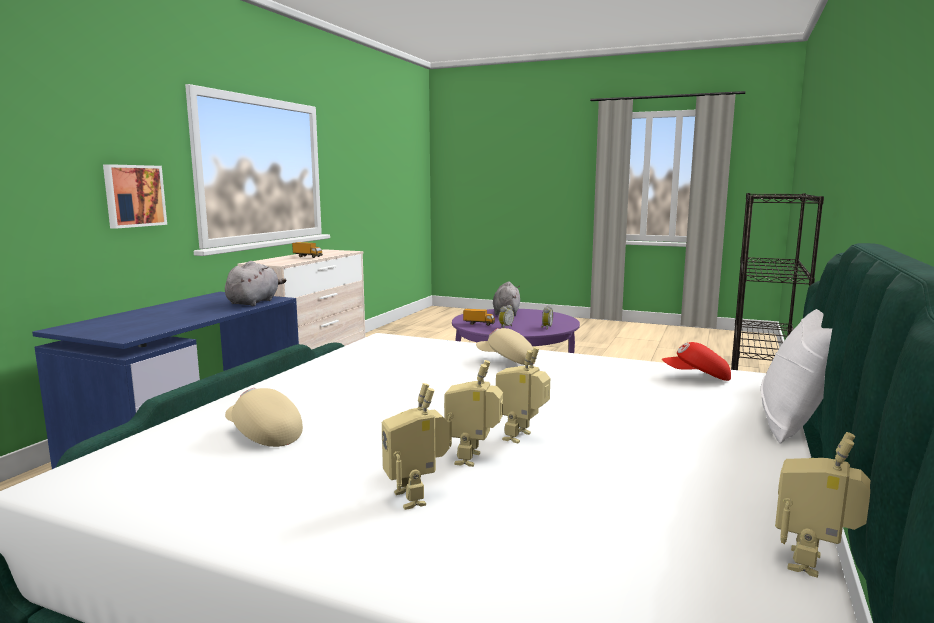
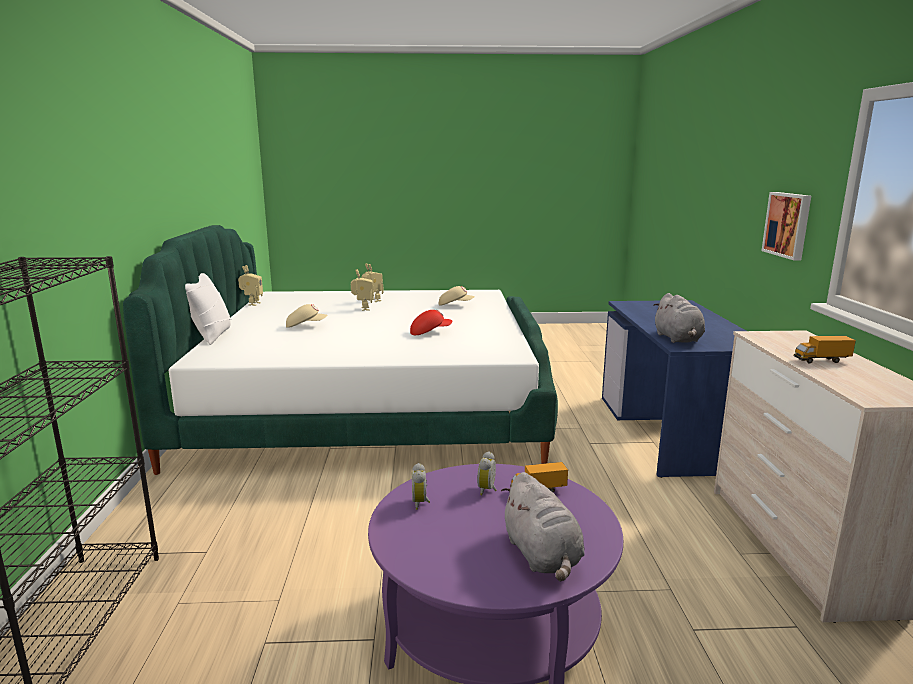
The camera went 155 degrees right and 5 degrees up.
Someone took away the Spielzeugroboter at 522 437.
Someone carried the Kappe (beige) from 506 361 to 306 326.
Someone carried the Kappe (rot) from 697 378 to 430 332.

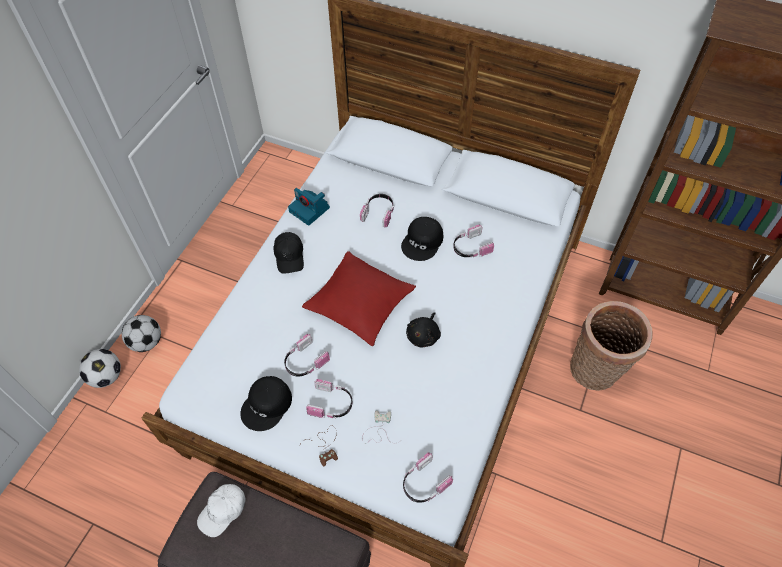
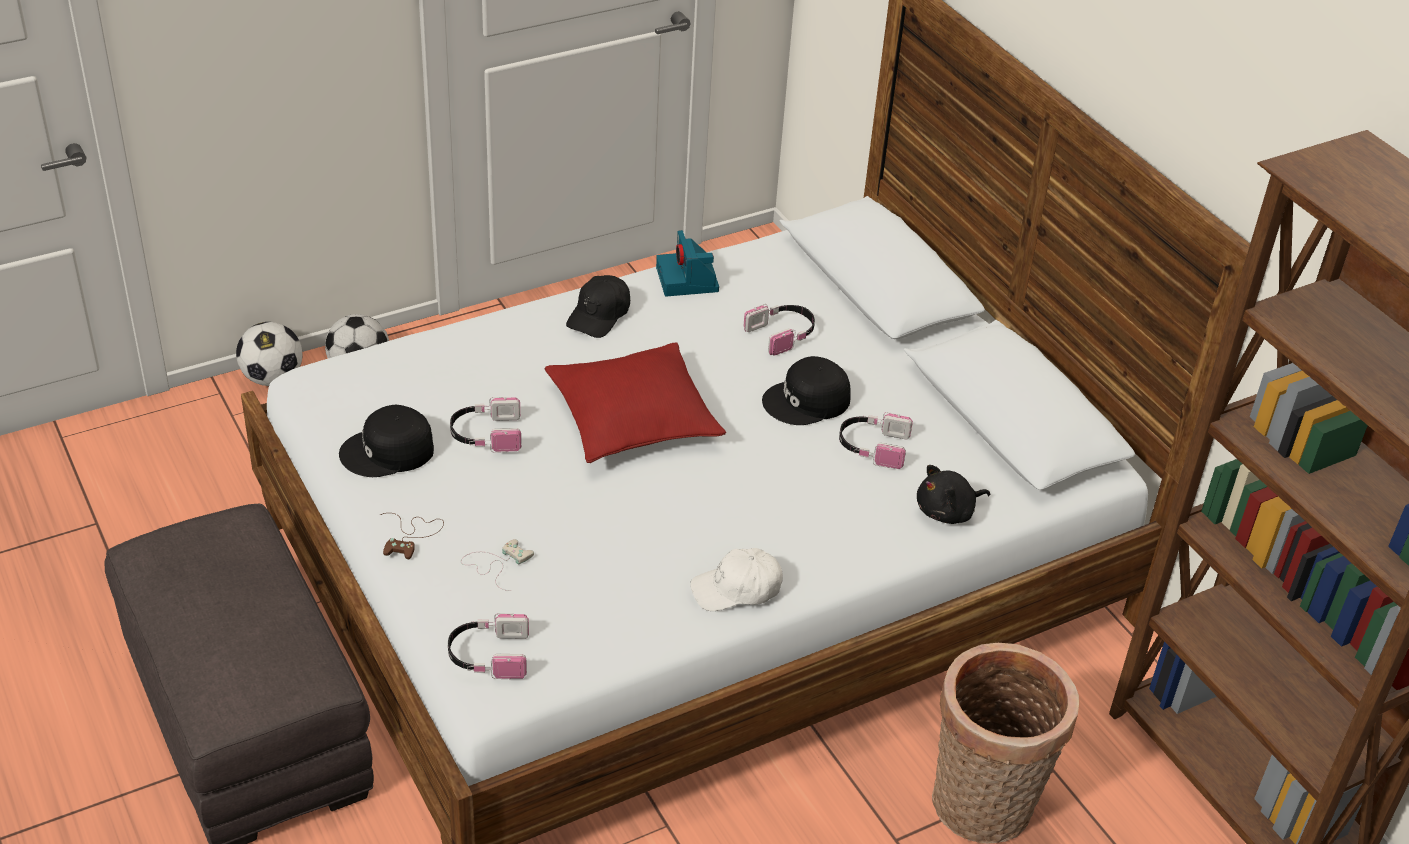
The camera went 35 degrees right and 15 degrees down.
Someone took away the Kopfhörer at 331 404.
Someone carried the Kappe (weiß) from 223 511 to 737 589.
Someone carried the Plüschtier (schwarz) from 424 335 to 948 512.

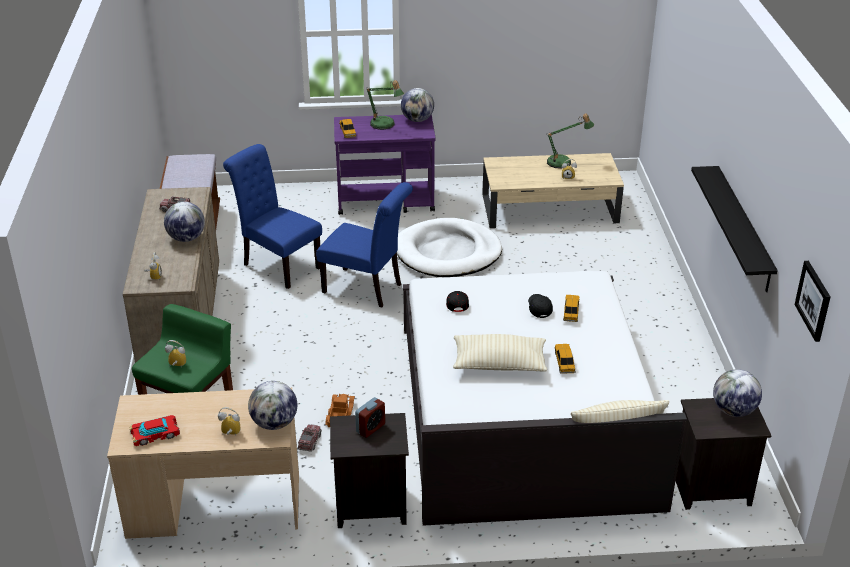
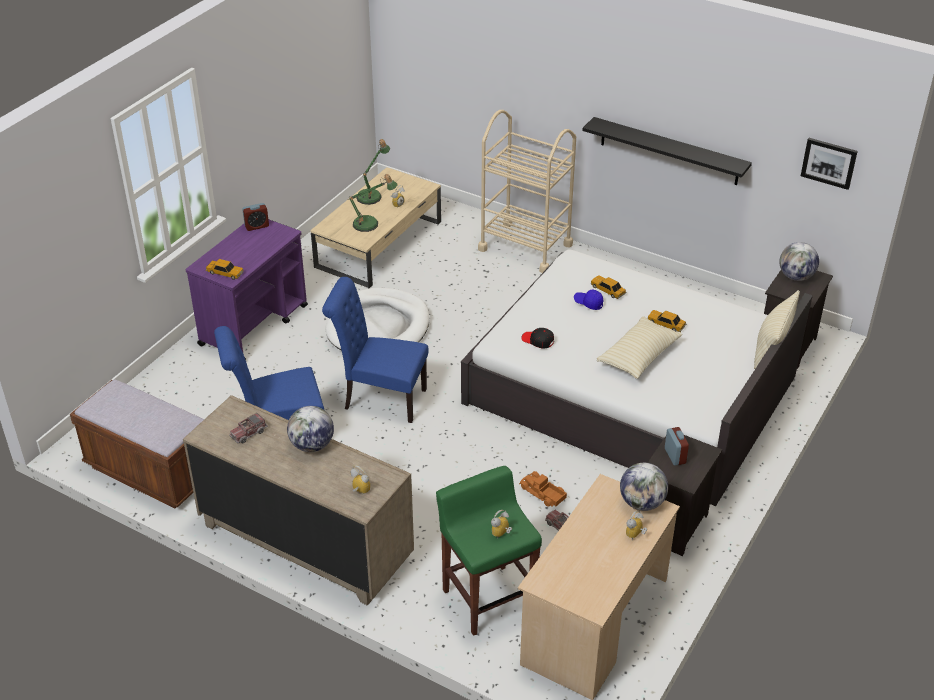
The camera went 55 degrees left and 5 degrees up.
Someone took away the Spielzeugauto at 155 434.
Someone put down the Rollwagen (beige) at 525 247.
Someone carried the Tischlampe from 385 125 to 370 224.
Someone swapped the Globus at 417 120 for the Wecker at 256 226.
Someone repainted the Kappe (schwarz) at 539 309, which became the Kappe (blau) at 588 303.
Someone rotated the Stuhl (blau) at 367 289 by 135 degrees counterclockwise.

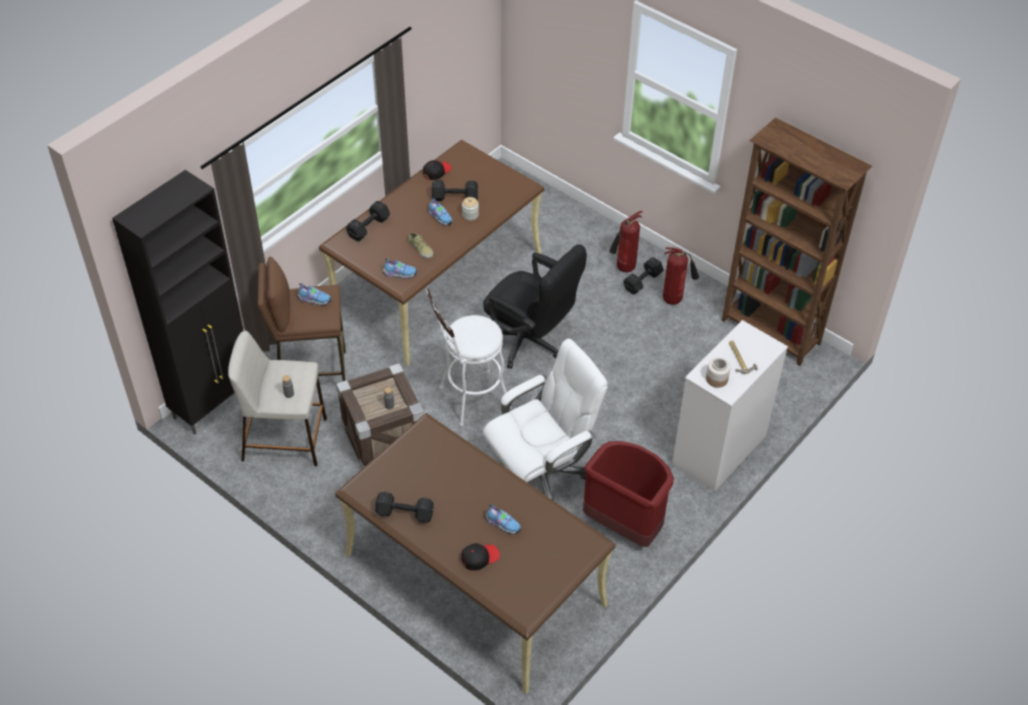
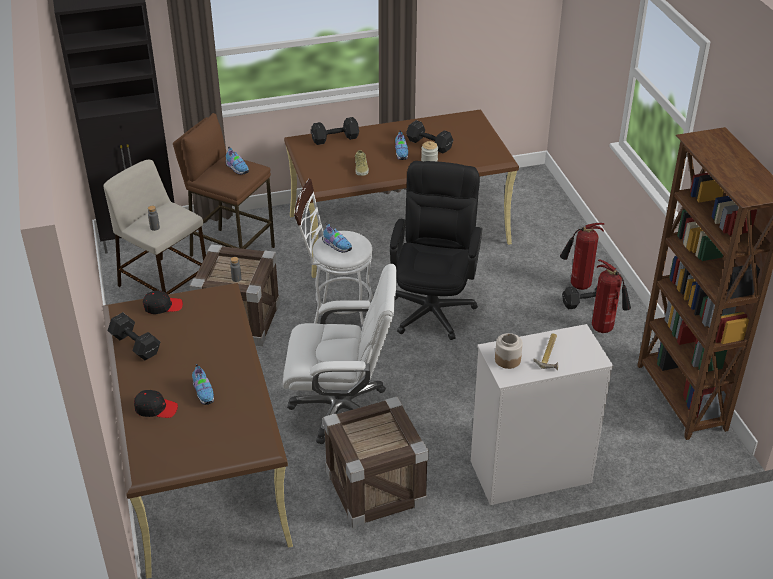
The camera went 35 degrees right and 10 degrees down.
Someone carried the Schuh from 399 274 to 336 245.
Someone carried the Kappe (schwarz) from 436 171 to 163 306.
Someone swapped the Mülleimer (rot) at 624 524 for the Kiste at 375 487.
Someone rotated the Bürostuhl (schwarz) at 529 342 by 150 degrees counterclockwise.

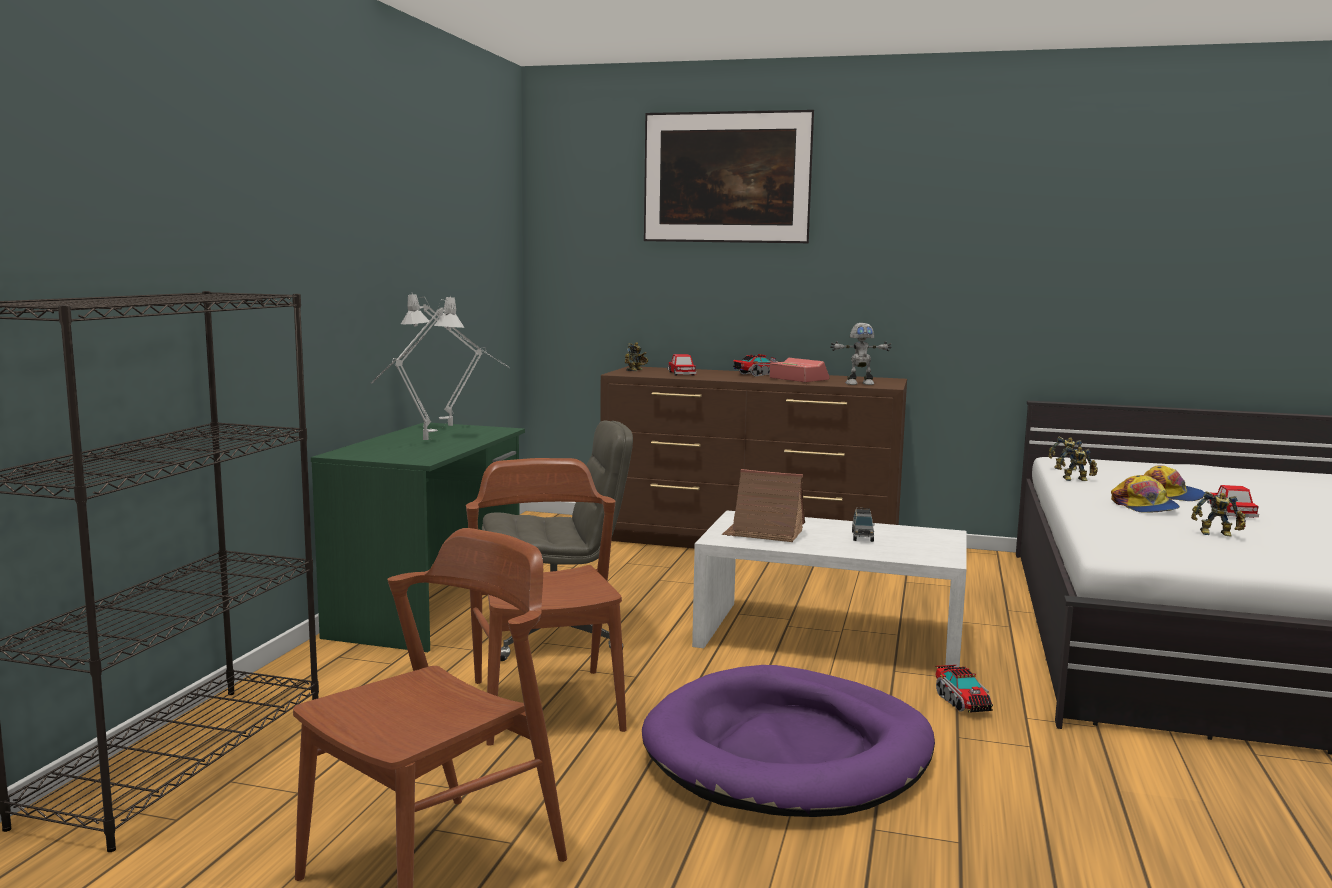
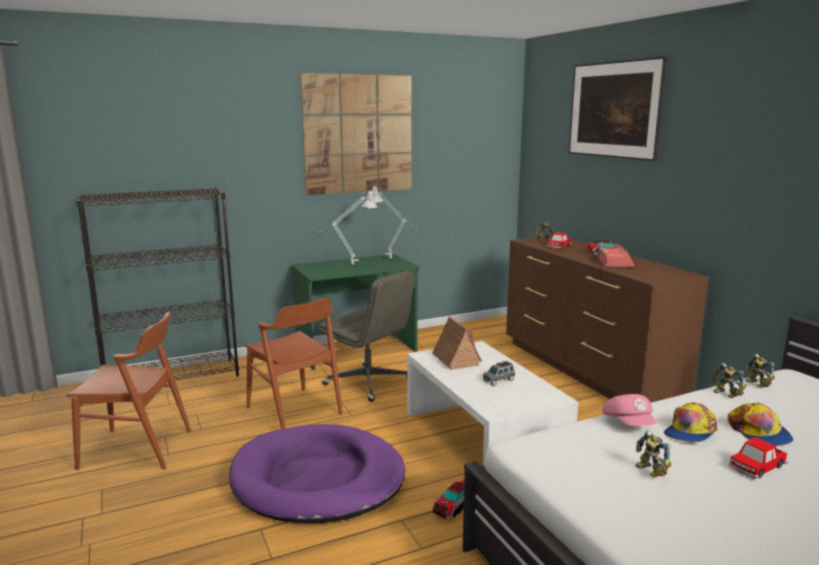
The camera went 50 degrees right and 5 degrees up.
Someone took away the Spielzeugroboter at 859 384.
Someone put up the Bild at 358 134.
Someone put down the Kappe (rosa) at 629 424.
Someone rotated the Stuhl (braun) at 546 705 by 105 degrees clockwise.

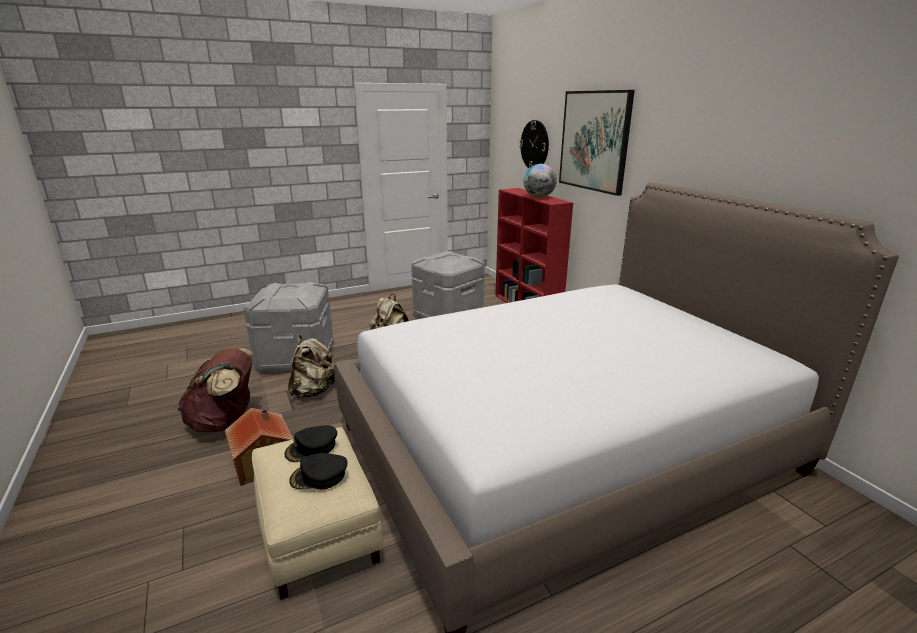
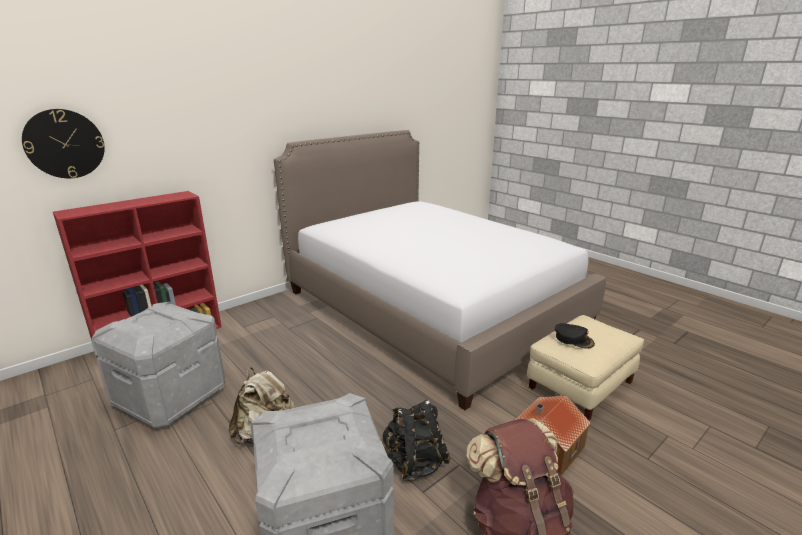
The camera went 105 degrees left and 0 degrees up.
Someone took away the Kappe (schwarz) at 319 476.
Someone took away the Globus at 538 197.
Someone took away the Bild at 594 141.
Someone repainted the Rucksack (beige) at 313 391, which became the Rucksack (schwarz) at 414 463.

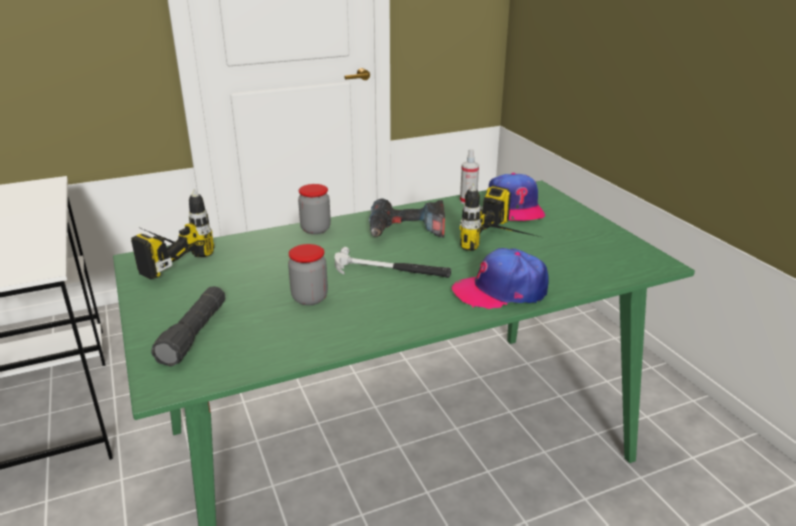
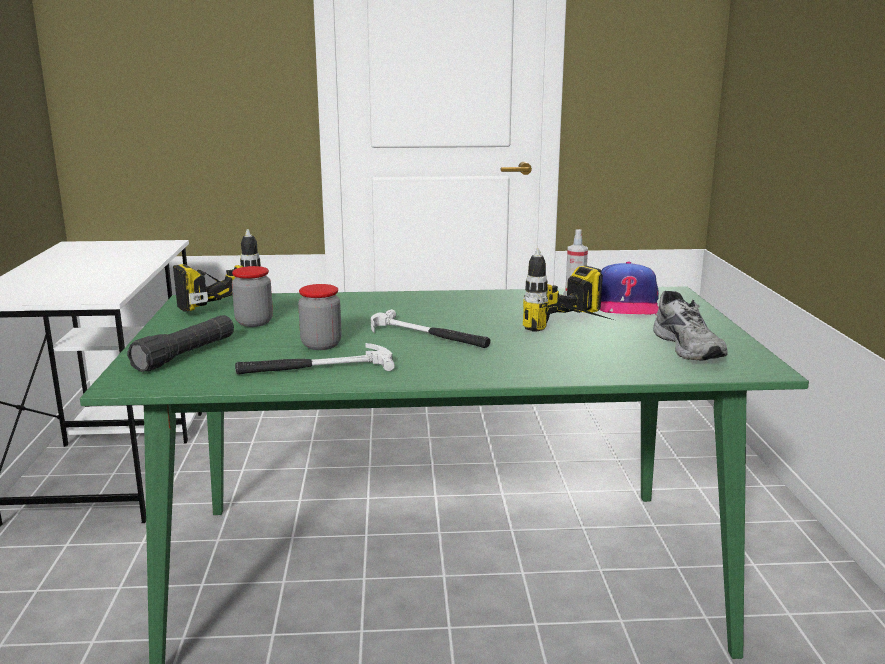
The camera went 20 degrees right and 10 degrees down.
Someone took away the Bohrmaschine at 406 231.
Someone took away the Kappe at 501 290.
Someone put down the Hammer at 315 368.
Someone put down the Schuh (grau) at 690 347.
Someone carried the Vorratsglas from 315 229 to 254 322.

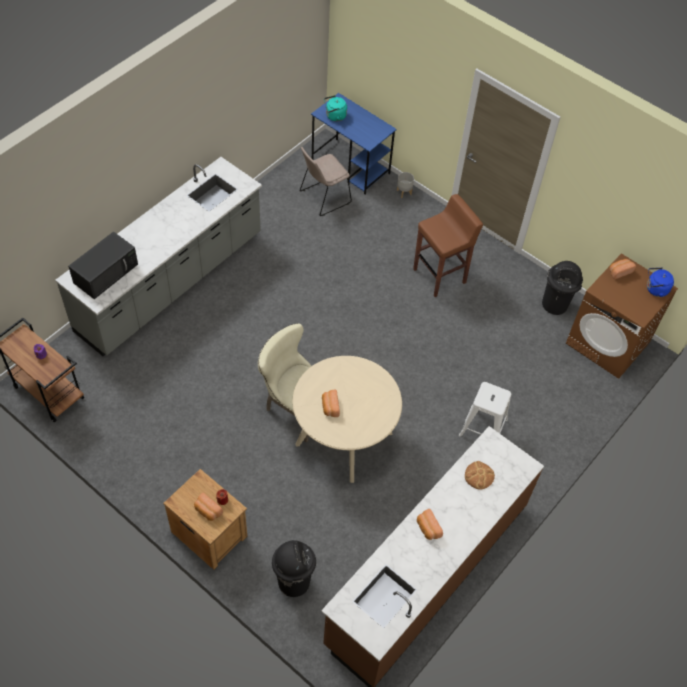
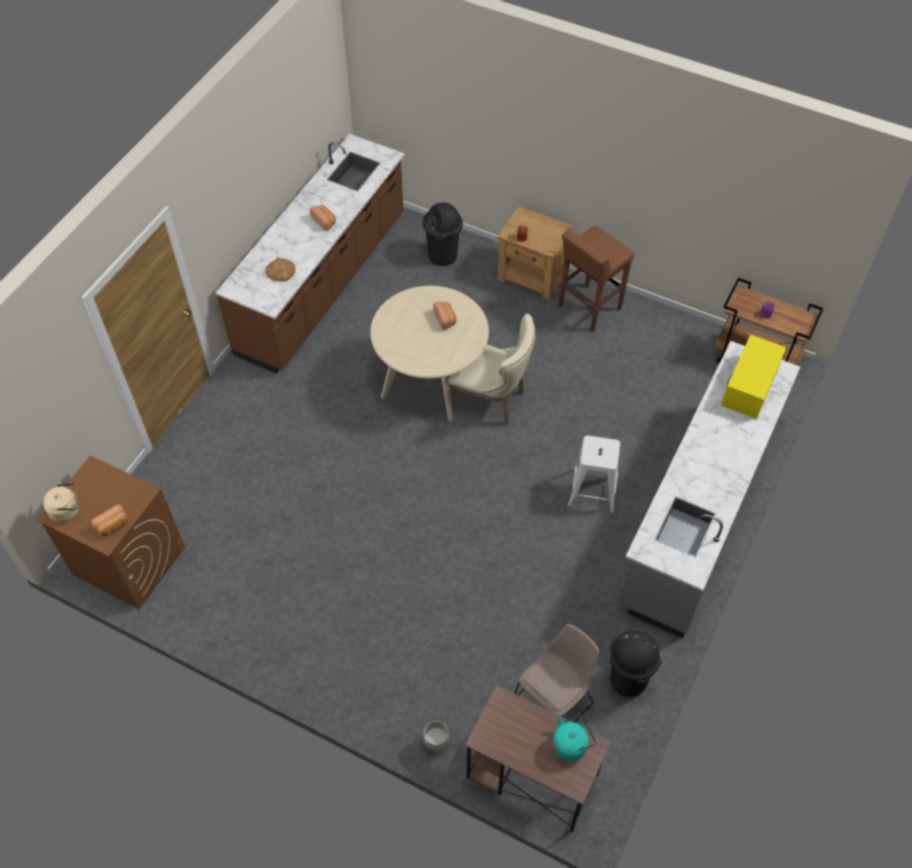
The camera went 170 degrees right and 0 degrees up.
Someone took away the Brot at 207 511.
Someone carried the Hocker (braun) from 440 276 to 588 308.
Someone carried the Hocker (weiß) from 483 428 to 593 490.
Someone carried the Mülleimer (schwarz) from 555 304 to 627 679.
Someone repainted the Mikrowelle (schwarz) at 106 272, which became the Mikrowelle (gelb) at 749 387.
Someone repainted the Schreibtisch (blau) at 351 166, which became the Schreibtisch (braun) at 531 776.
Someone repainted the Wasserkessel (blau) at 655 289, which became the Wasserkessel (beige) at 67 510.

